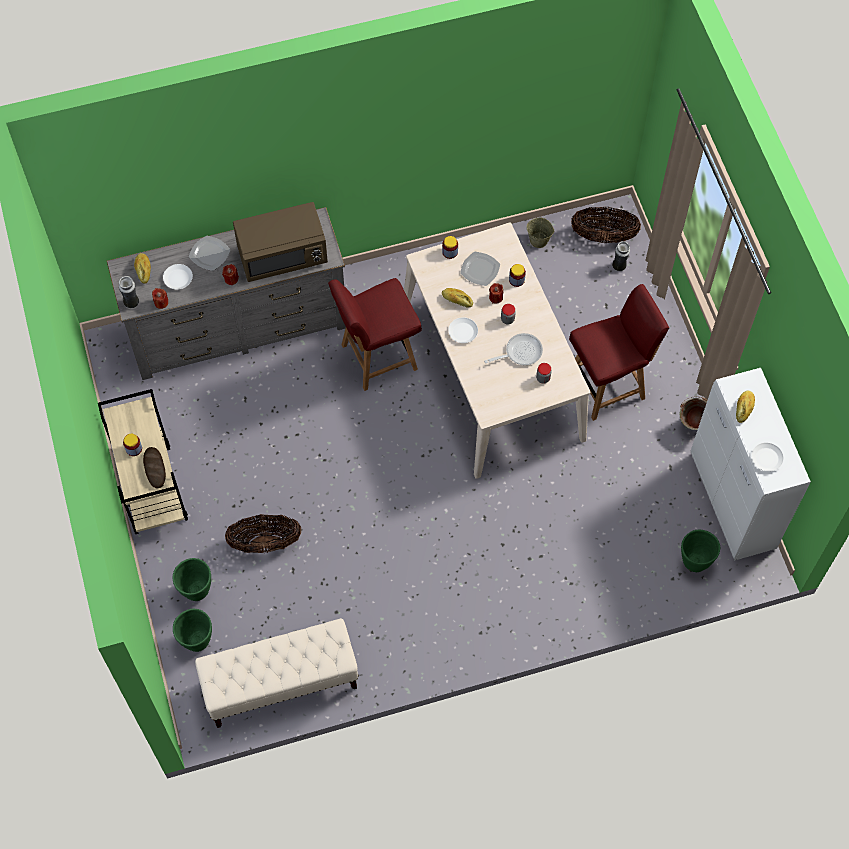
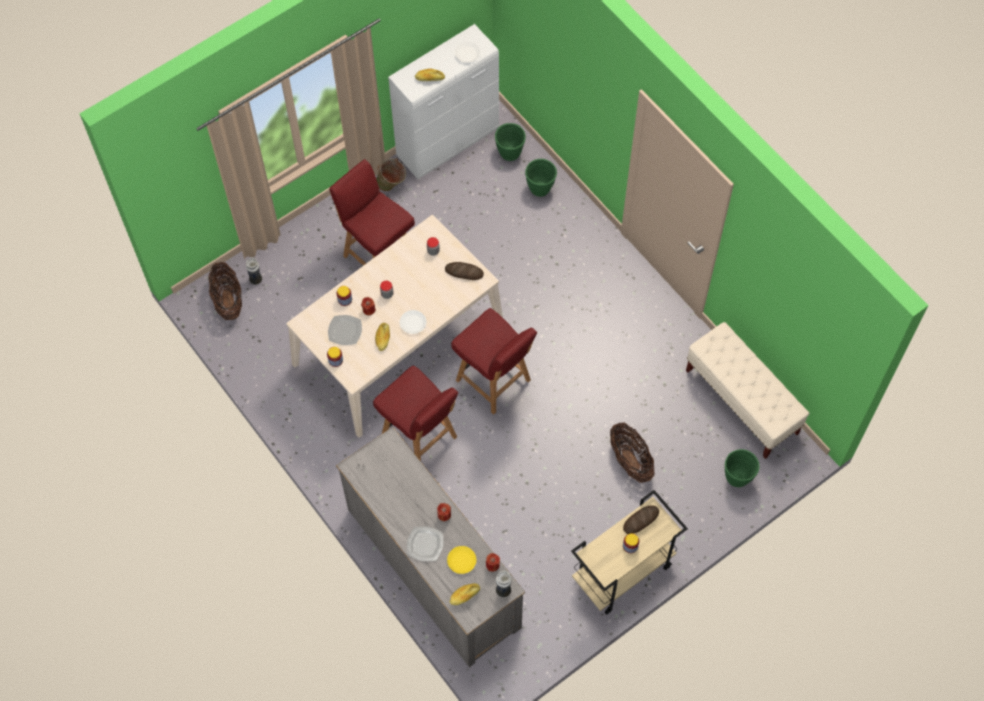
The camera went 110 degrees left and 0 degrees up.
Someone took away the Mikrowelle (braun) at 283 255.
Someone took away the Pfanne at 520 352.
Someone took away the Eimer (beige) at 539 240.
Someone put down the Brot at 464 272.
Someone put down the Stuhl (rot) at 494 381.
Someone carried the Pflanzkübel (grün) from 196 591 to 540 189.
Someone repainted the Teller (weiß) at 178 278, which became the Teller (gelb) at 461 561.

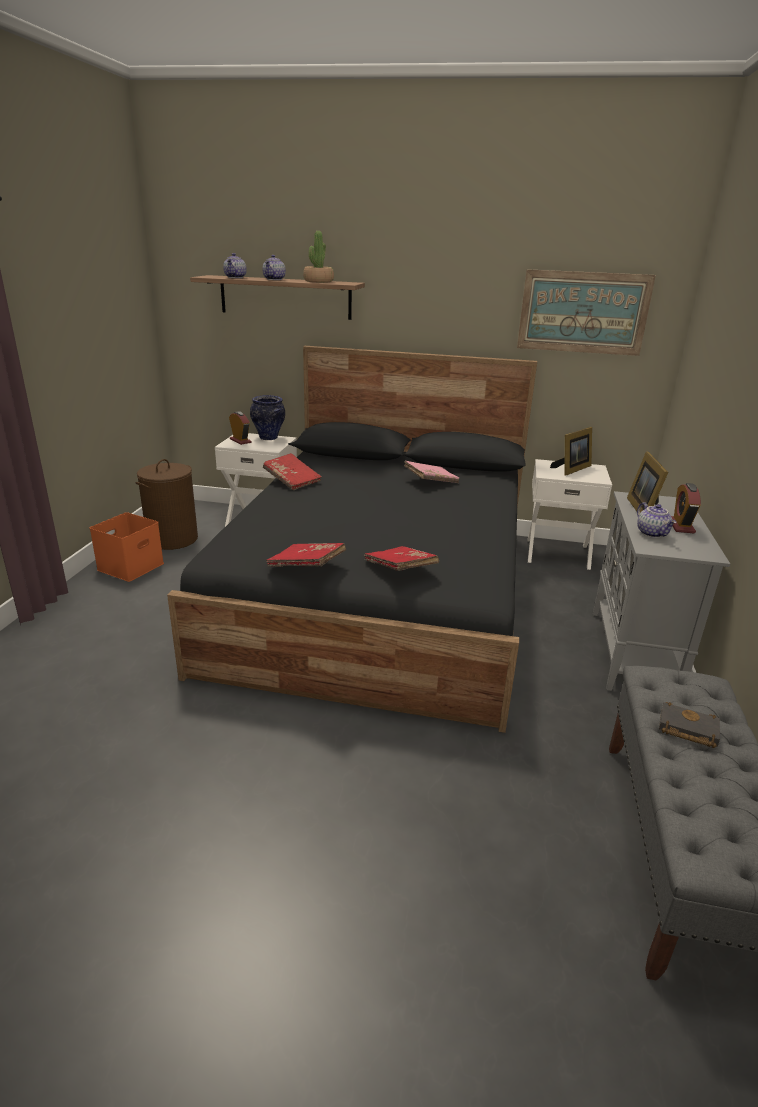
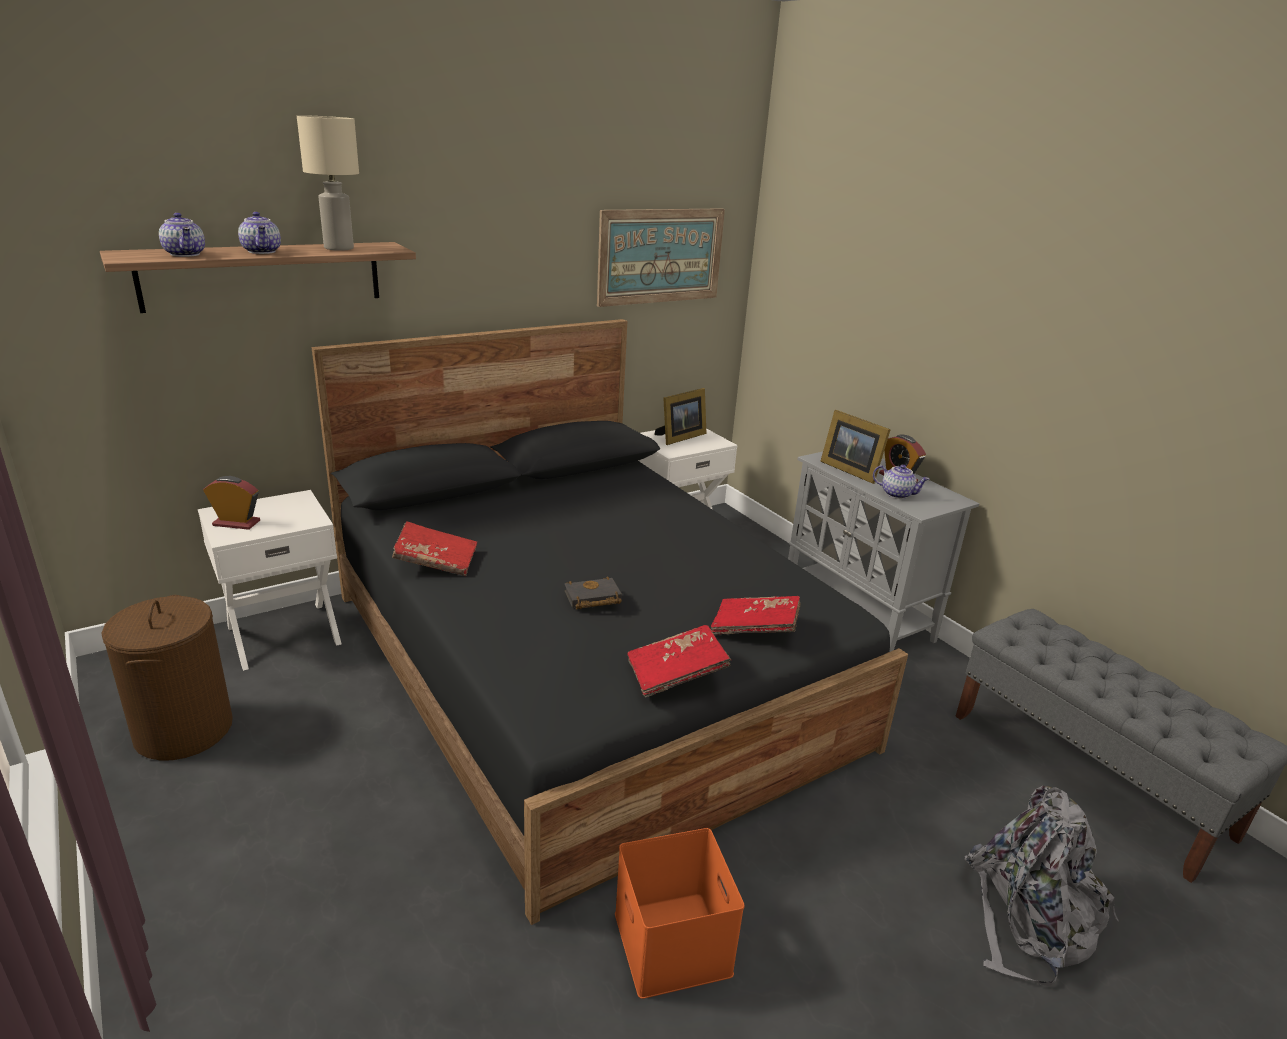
The camera went 45 degrees left and 0 degrees up.
Someone took away the Vase at 269 438.
Someone took away the Buch (rosa) at 430 481.
Someone put down the Rucksack (grau) at 1029 917.
Someone carried the Aufbewahrungsbox (orange) from 131 566 to 669 941.
Someone carried the Buch (schwarz) from 686 729 to 592 598.
Someone swapped the Topfpflanze at 318 281 for the Tischlampe (beige) at 338 248.
Someone rotated the Bilderrahmen at 571 469 by 45 degrees clockwise.

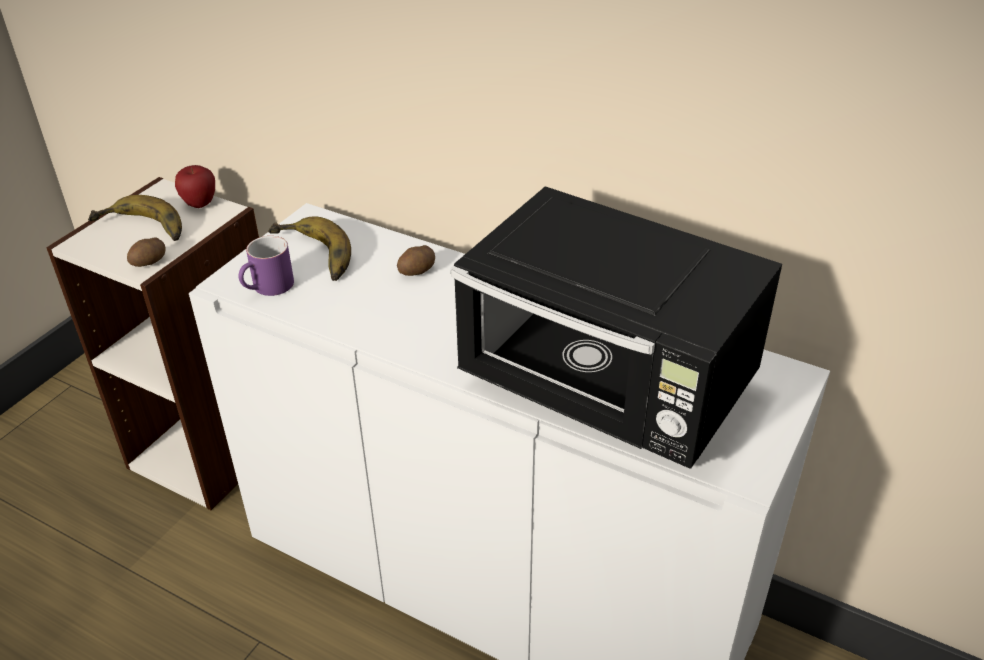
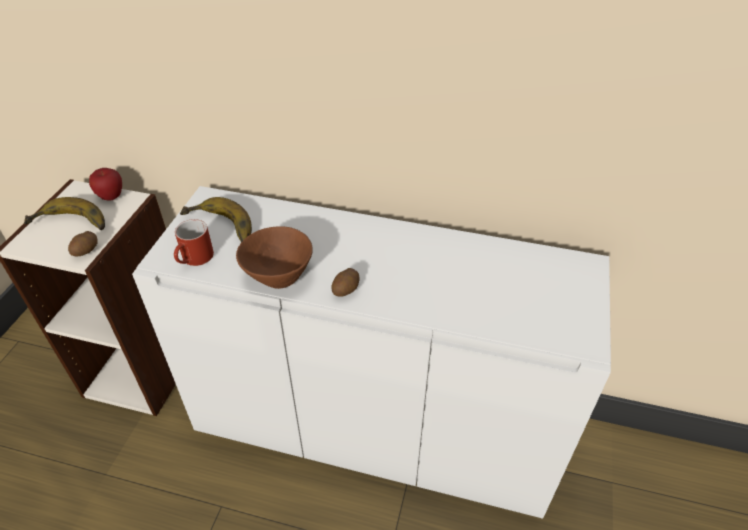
The camera went 15 degrees left and 5 degrees up.
Someone took away the Mikrowelle (schwarz) at 608 390.
Someone put down the Schüssel (braun) at 280 274.
Someone carried the Kartoffel from 417 271 to 346 290.
Someone repainted the Henkelbecher (lila) at 268 288, which became the Henkelbecher (rot) at 195 260.

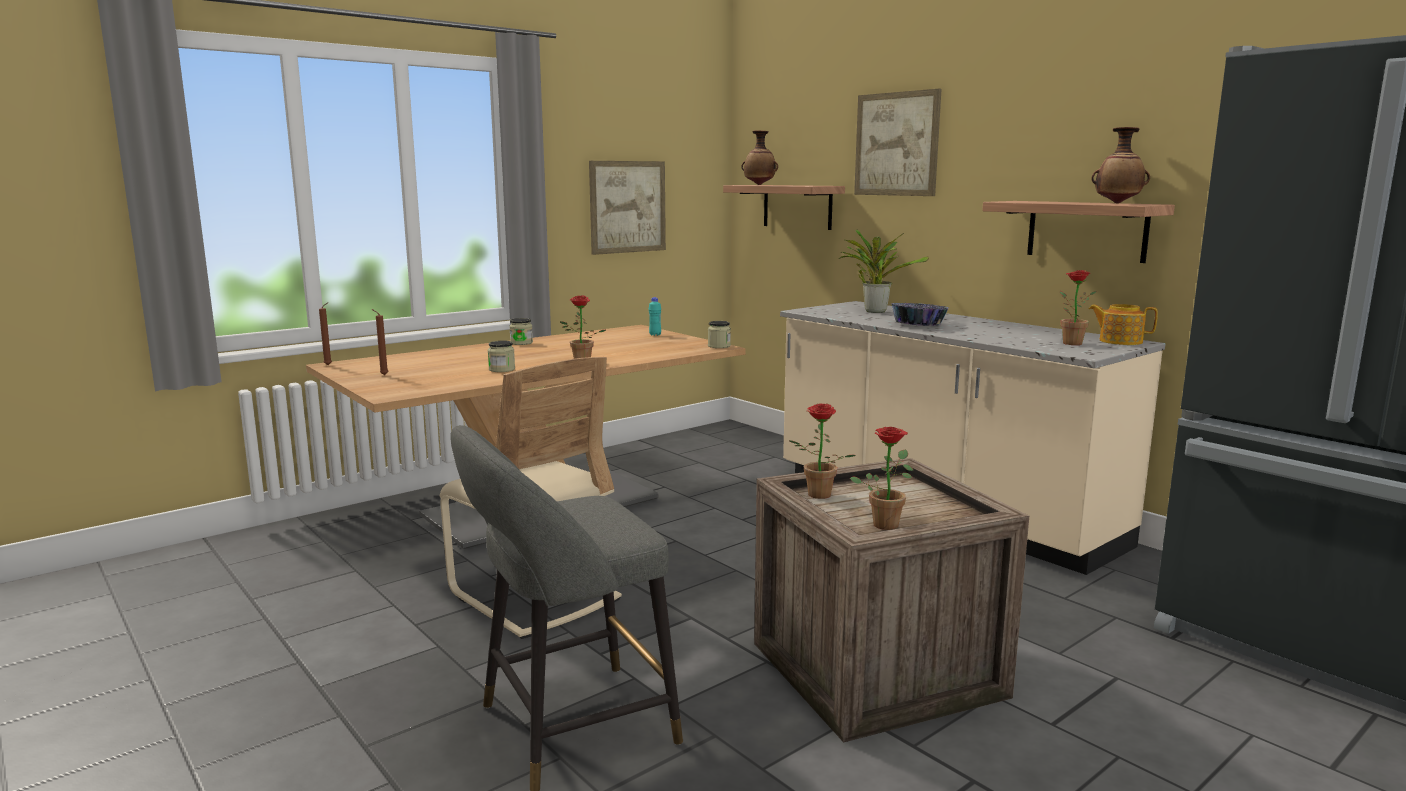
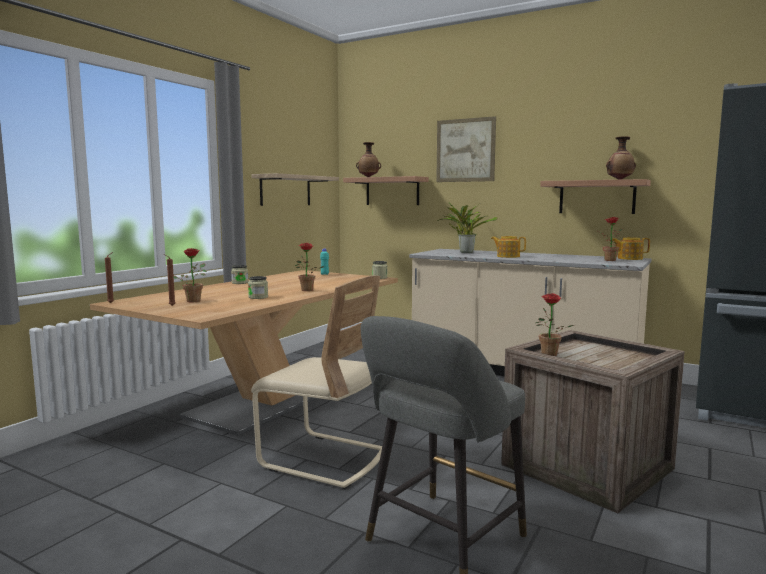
The camera went 20 degrees left and 5 degrees down.
Someone carried the Topfpflanze from 886 523 to 194 300.
Someone swapped the Bild at 627 207 for the Wandregal at 285 190.
Someone swapped the Schüssel at 919 324 for the Teekanne at 507 256.

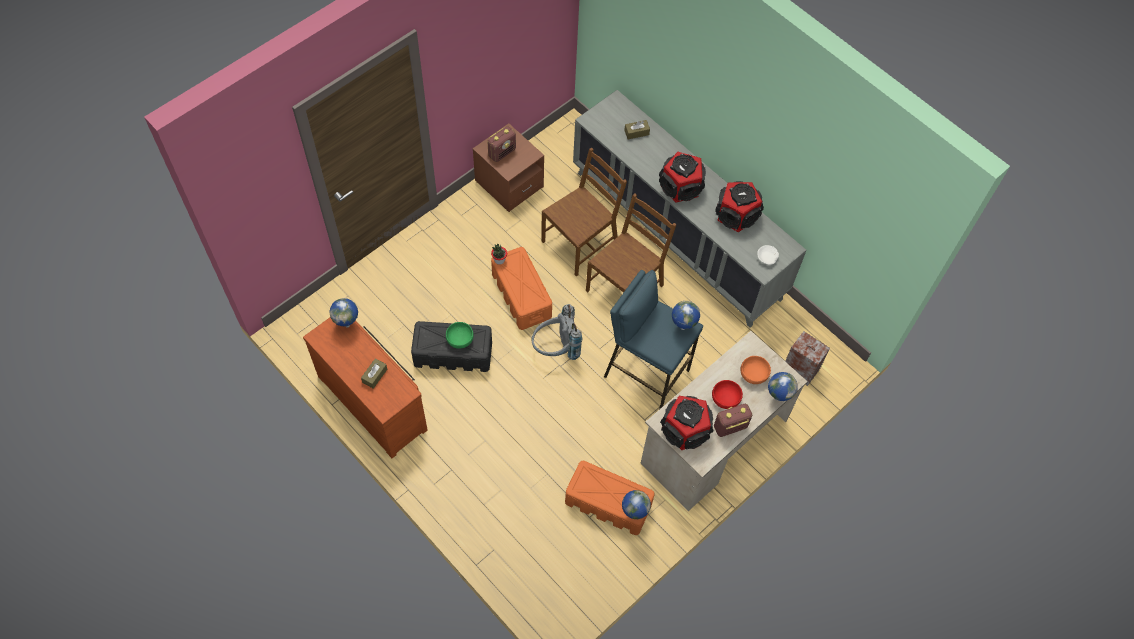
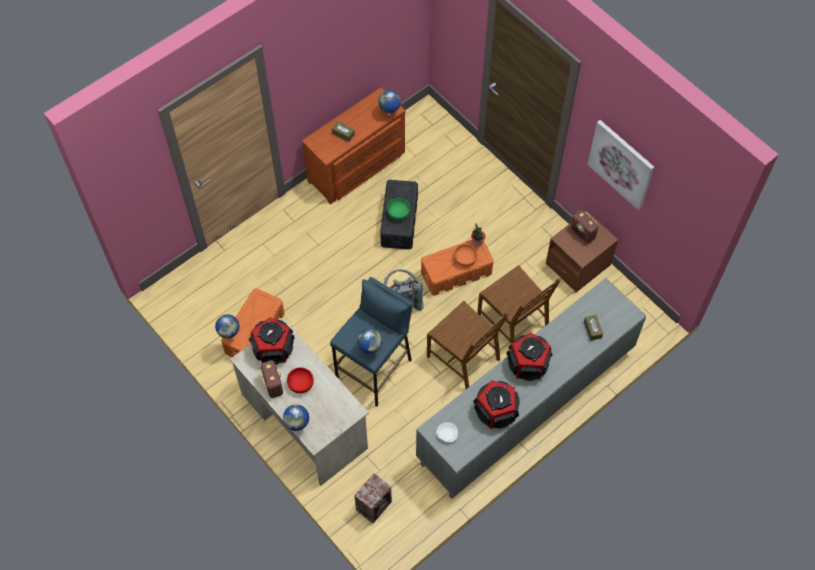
The camera went 95 degrees right and 0 degrees up.
Someone put up the Bild at 621 164.
Someone carried the Schüssel (orange) from 754 374 to 465 259.

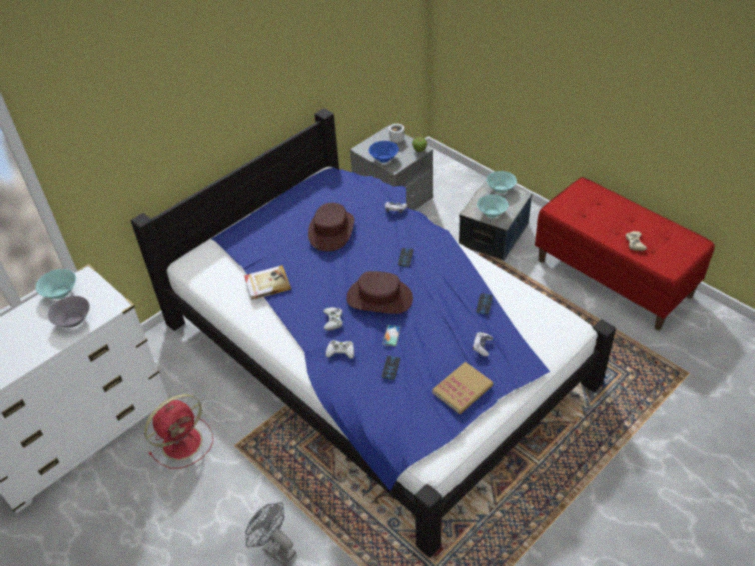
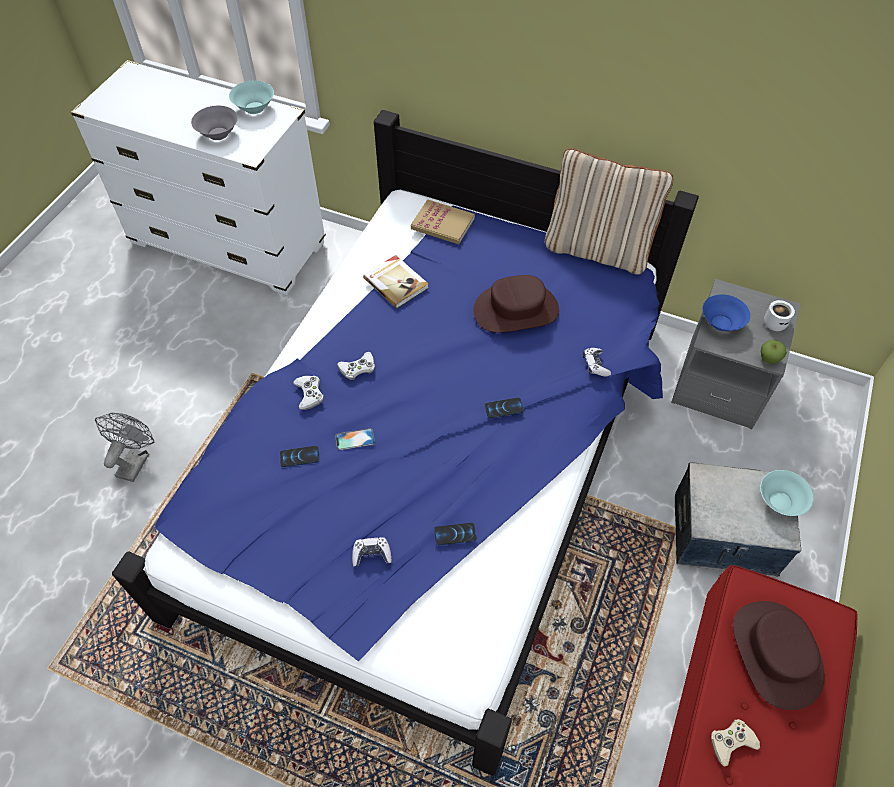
The camera went 65 degrees right and 10 degrees up.
Someone took away the Ventilator (rot) at 183 441.
Someone took away the Schüssel (türkis) at 492 213.
Someone put down the Kissen (beige) at 597 249.
Someone carried the Hut (braun) from 379 298 to 776 654.
Someone carried the Buch from 462 389 to 442 224.

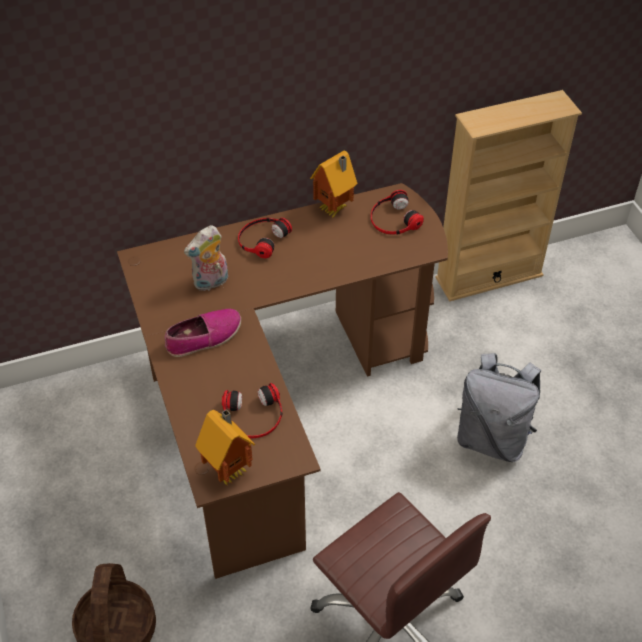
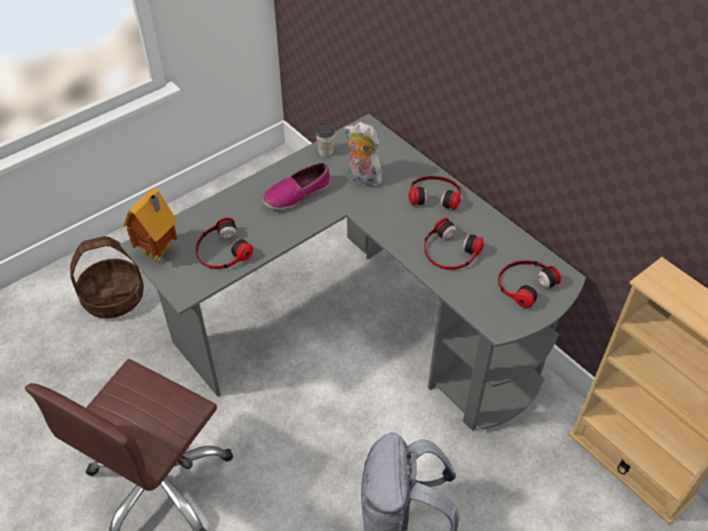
The camera went 70 degrees right and 0 degrees up.
Someone took away the Spielzeughaus at 335 210.
Someone put down the Tasse at 325 152.
Someone put down the Kopfhörer at 449 251.
Someone repainted the Schreibtisch (braun) at 274 403, which became the Schreibtisch (grau) at 362 325.
Someone rotated the Schuh at 204 337 by 105 degrees clockwise.

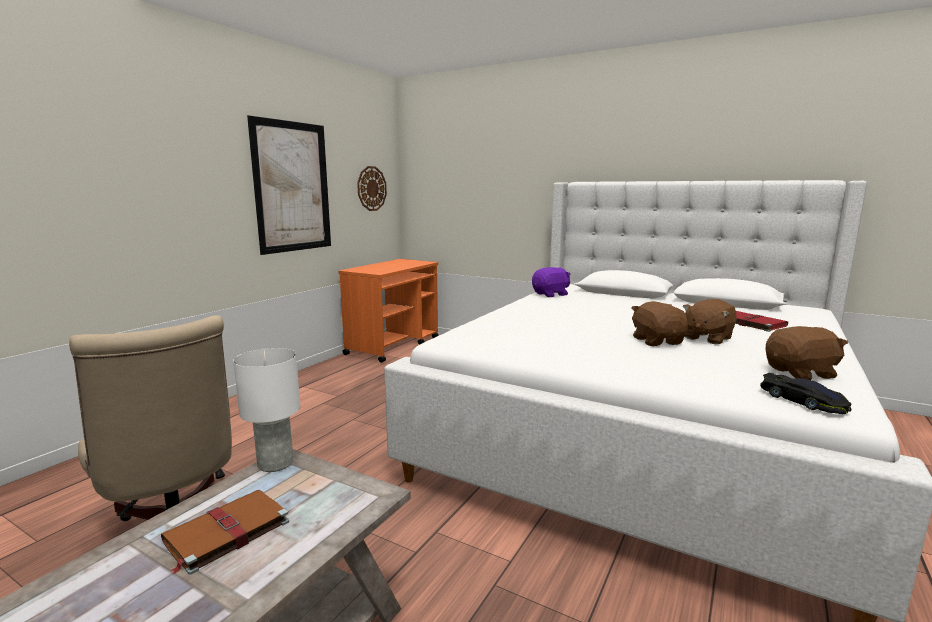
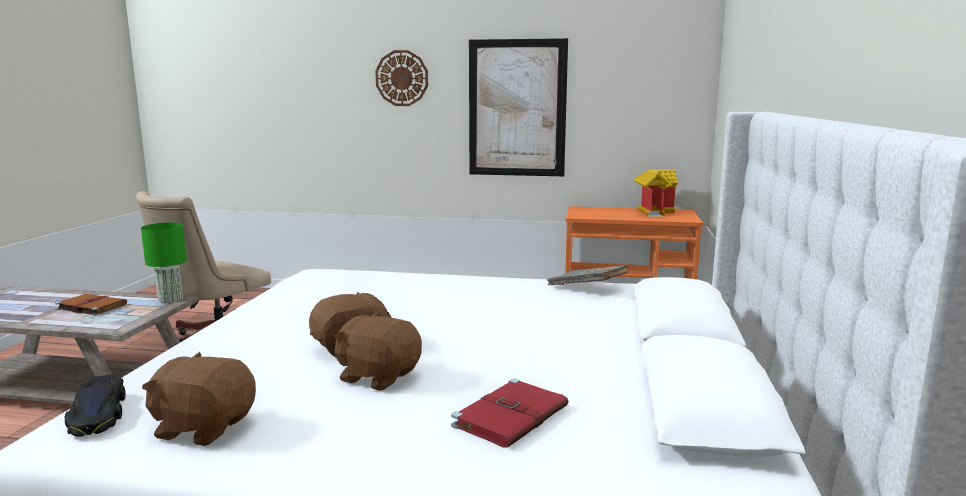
The camera went 70 degrees right and 0 degrees up.
Someone put down the Spielzeughaus at 654 212.
Someone carried the Wanduhr from 371 188 to 402 78.
Someone swapped the Plüschtier (lila) at 551 294 for the Buch (grau) at 587 288.
Someone repainted the Tischlampe (weiß) at 276 463, which became the Tischlampe (grün) at 171 299.
Someone rotated the Spielzeugauto (schwarz) at 803 400 by 60 degrees counterclockwise.
Someone rotated the Plüschtier (braun) at 801 373 by 135 degrees clockwise.

